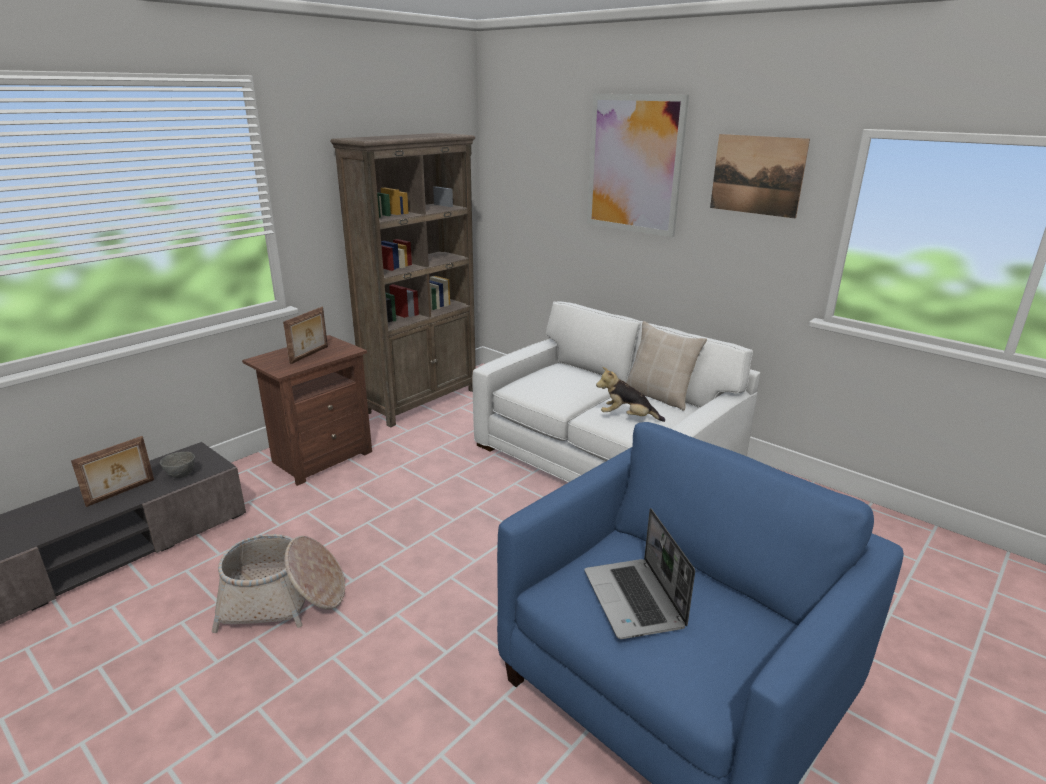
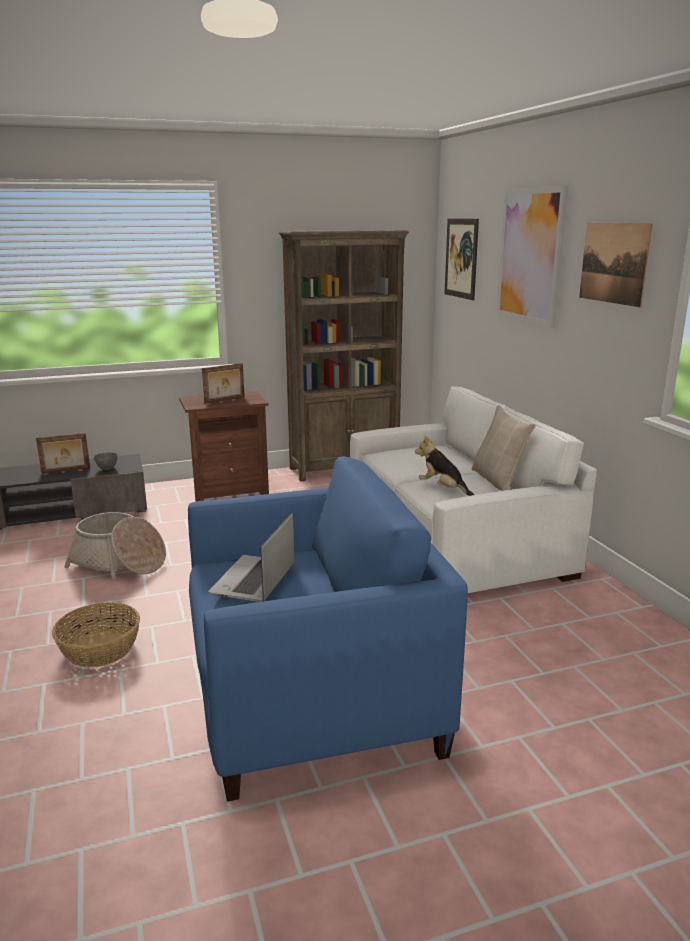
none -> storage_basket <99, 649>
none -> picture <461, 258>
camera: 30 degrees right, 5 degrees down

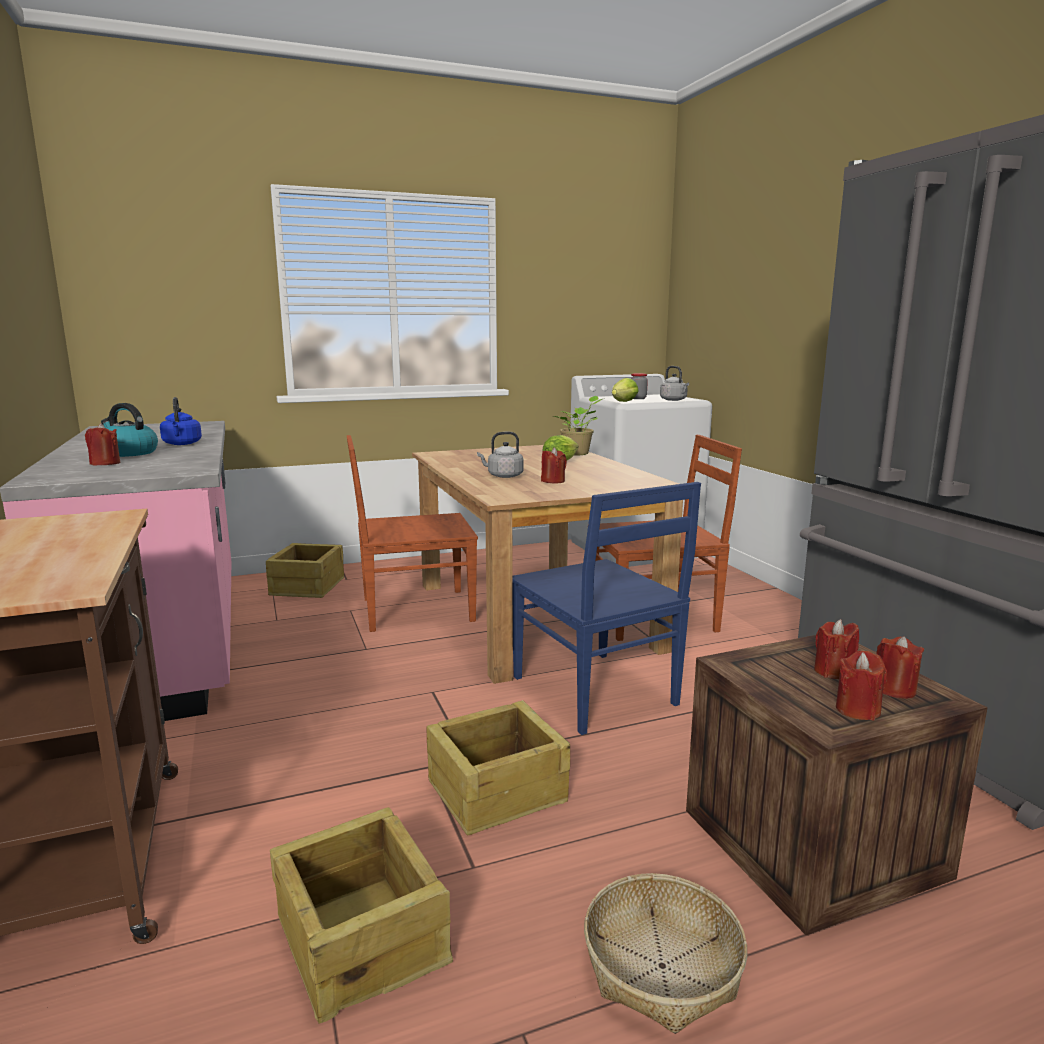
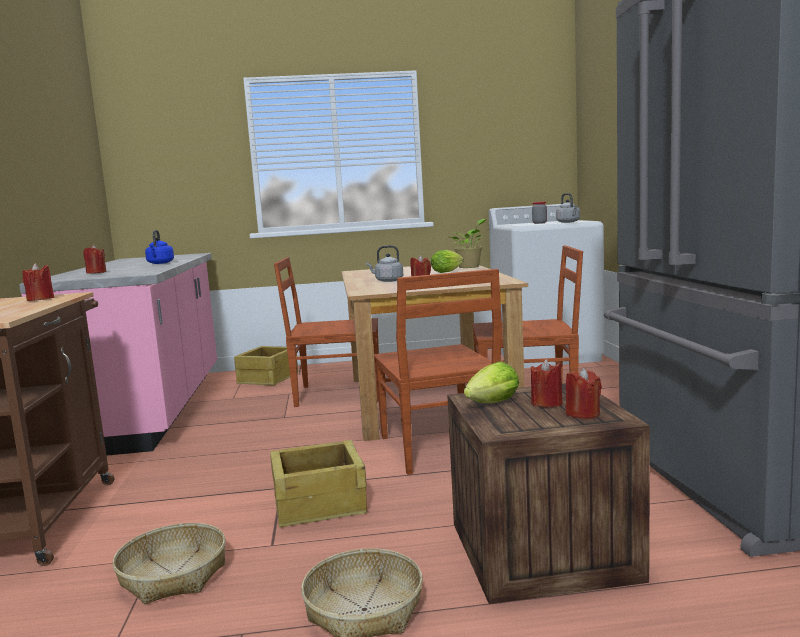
kettle <129, 453> -> none
head_of_lettuce <622, 402> -> head_of_lettuce <490, 404>, relocated
red-coloured_wax_candle <857, 710> -> red-coloured_wax_candle <40, 299>, relocated
crate <362, 937> -> storage_basket <174, 575>
blue_plain_chair <595, 692> -> brown-coloured_plain_chair <439, 449>
camera: 15 degrees right, 5 degrees down

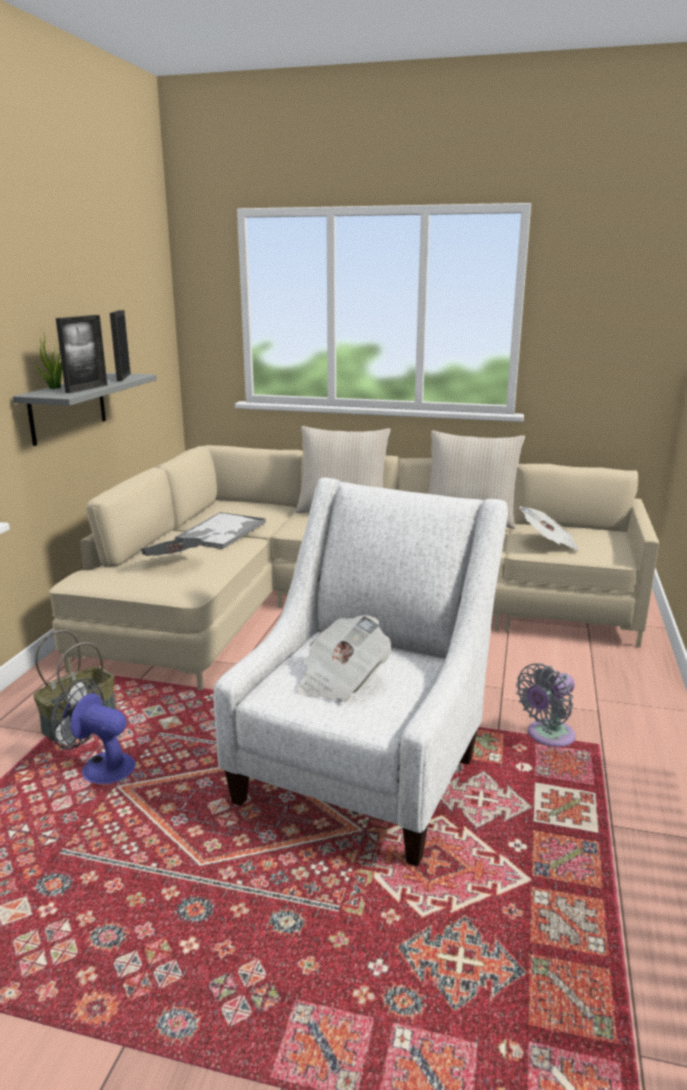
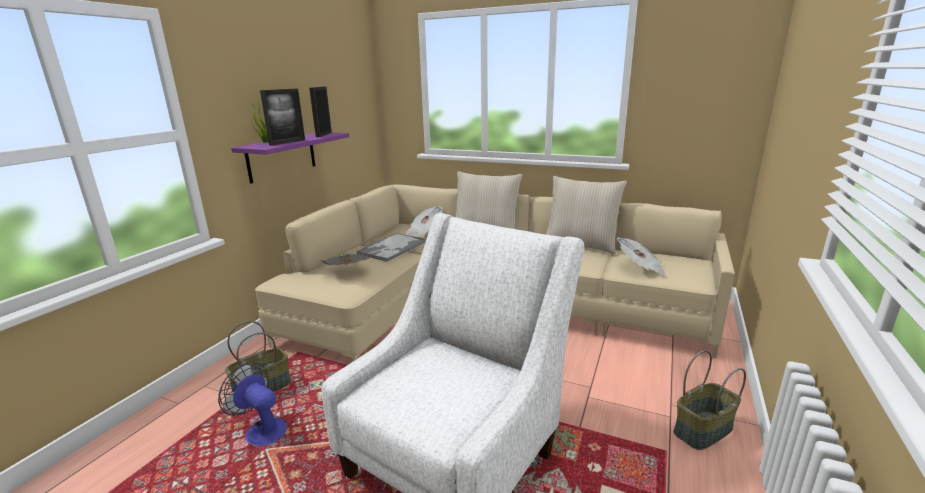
gray_fan <547, 736> -> none
none -> storage_basket <703, 431>
daily_paper <341, 680> -> daily_paper <424, 232>, relocated
gray_wall_shelf <68, 408> -> purplish_wall_shelf <282, 156>
camera: 10 degrees right, 0 degrees up

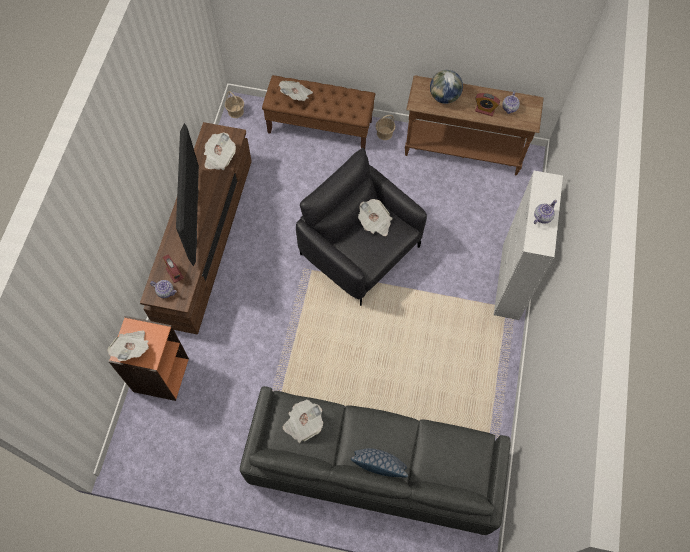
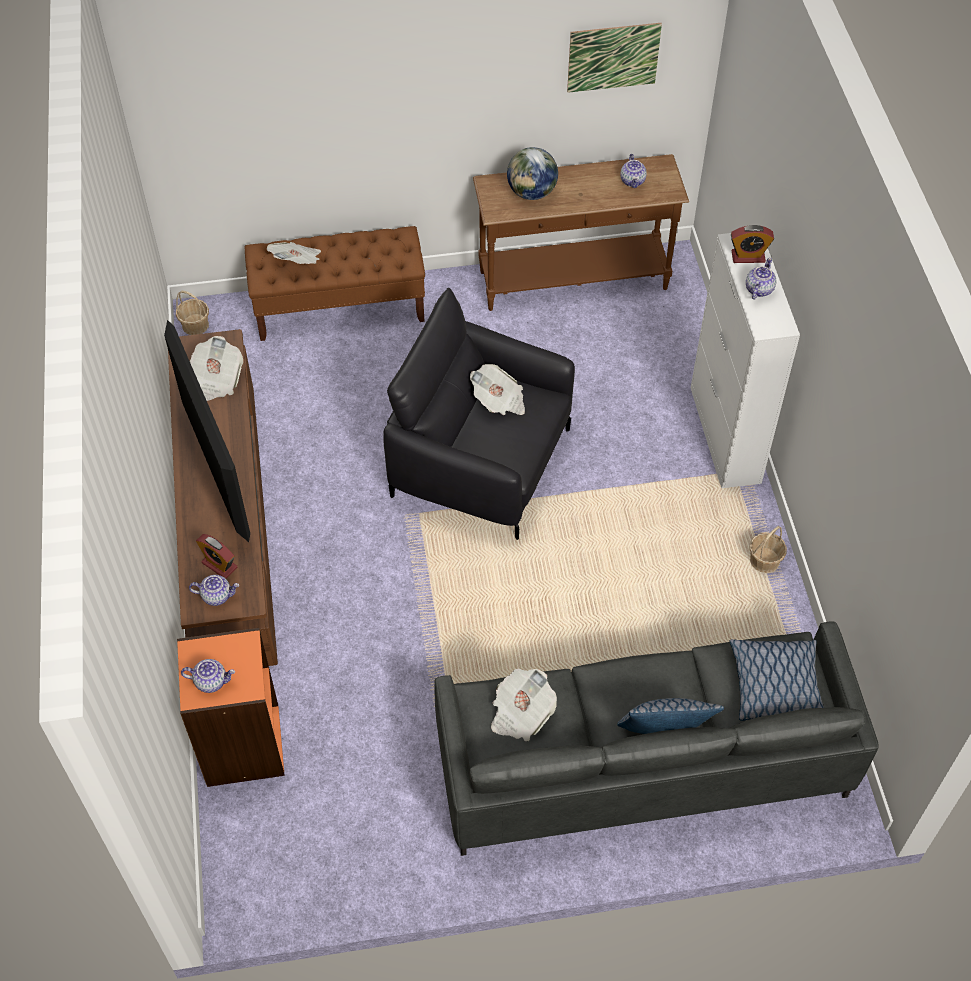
none -> picture <613, 57>
none -> pillow <776, 686>
storage_basket <384, 133> -> storage_basket <764, 560>, relocated
alarm_clock <485, 110> -> alarm_clock <748, 257>, relocated
daily_paper <132, 348> -> pot_for_tea <211, 681>
camera: 20 degrees left, 10 degrees down

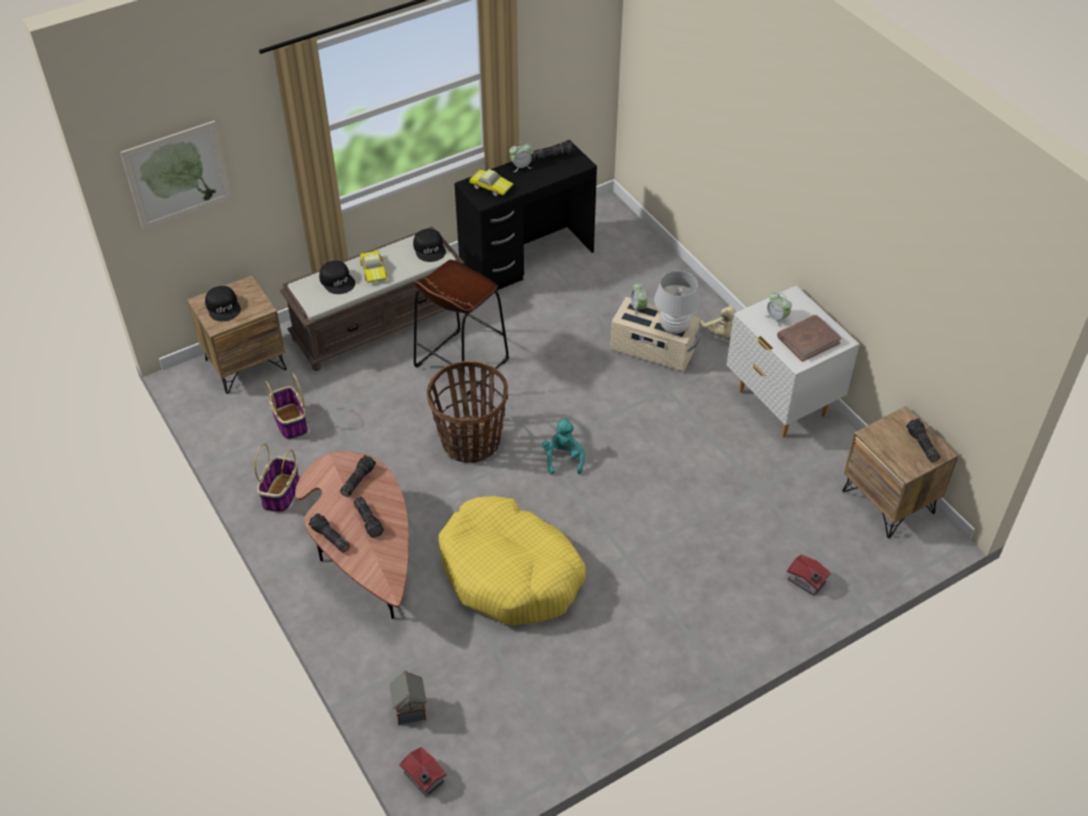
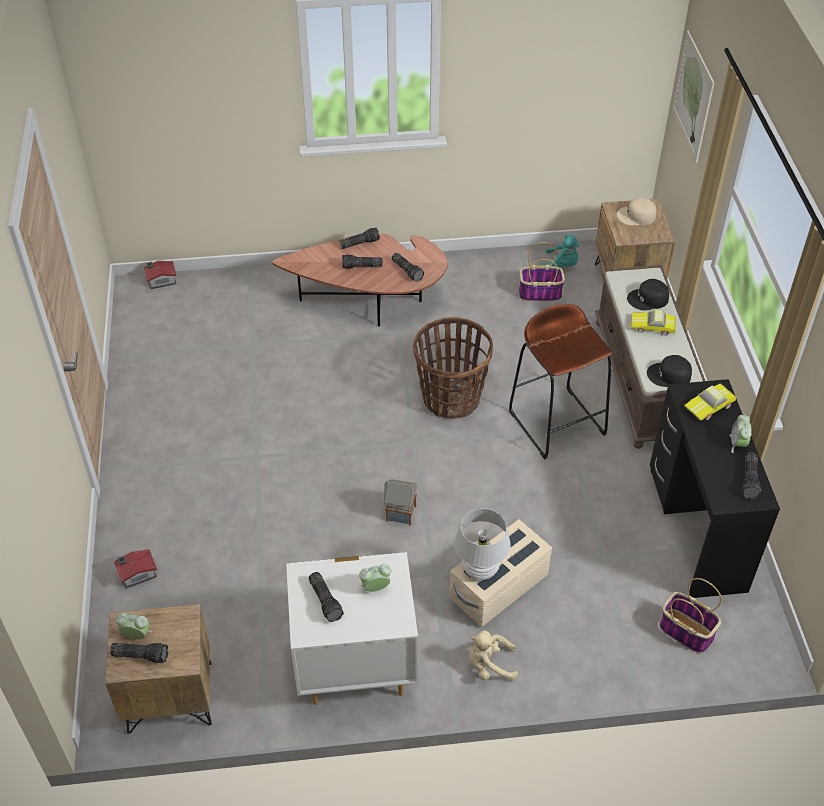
yellow_dog_cushion <510, 573> -> none
storage_basket <281, 494> -> storage_basket <685, 631>, relocated
toy_house <410, 711> -> toy_house <400, 513>, relocated
turquoise_plush_toy <563, 458> -> turquoise_plush_toy <561, 265>, relocated
alarm_clock <638, 308> -> alarm_clock <137, 635>, relocated
brown-coloured_book <808, 340> -> flashlight <326, 600>
black-coloured_baseball_cap <224, 307> -> beige_baseball_cap <636, 216>
camera: 115 degrees right, 0 degrees up

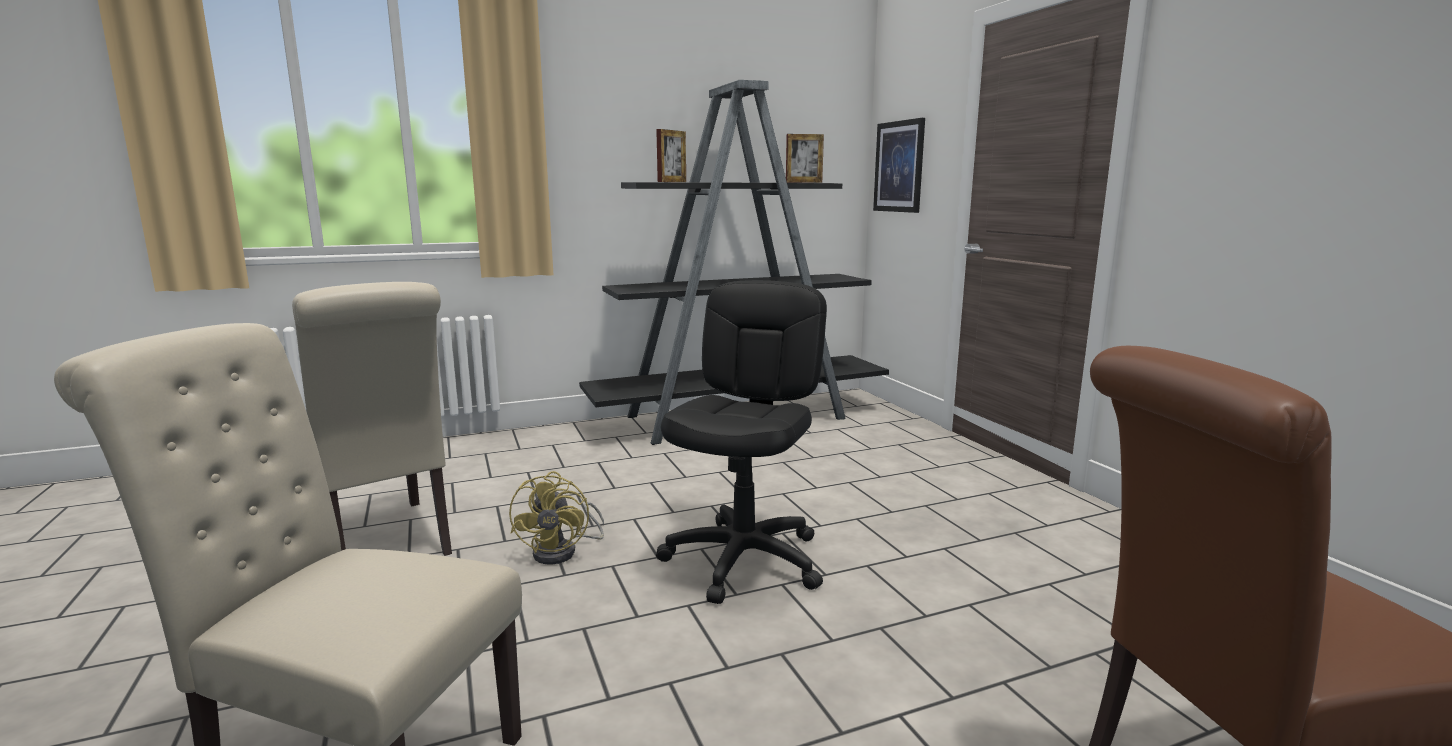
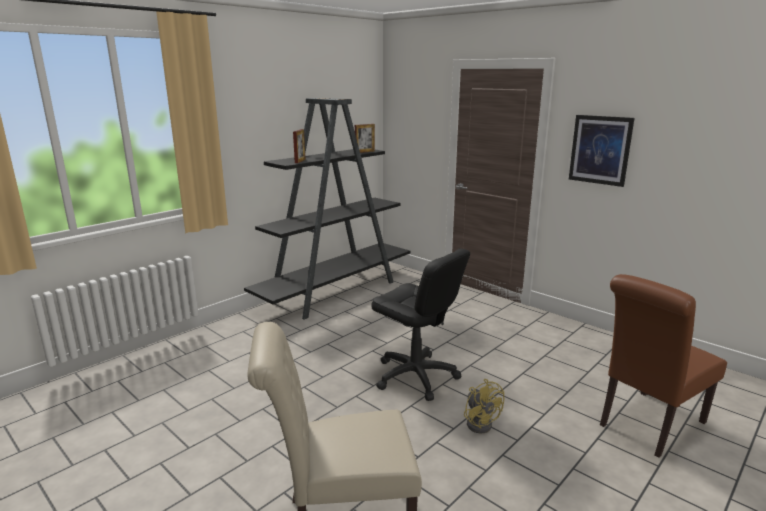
beige_plain_chair <384, 544> -> none
yellow_fan <563, 551> -> yellow_fan <480, 422>, relocated
picture <899, 167> -> picture <600, 150>, relocated
black-coloured_desk_chair <744, 560> -> black-coloured_desk_chair <415, 376>, 135 degrees clockwise
camera: 25 degrees left, 5 degrees up

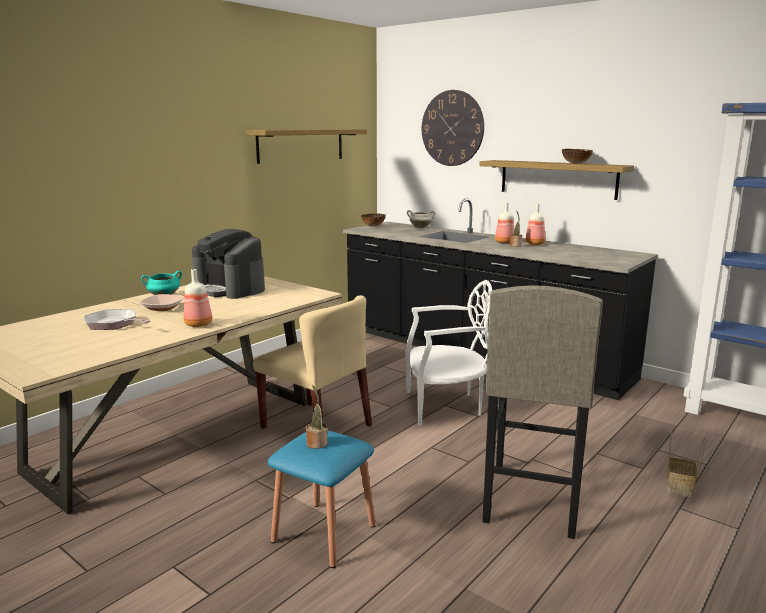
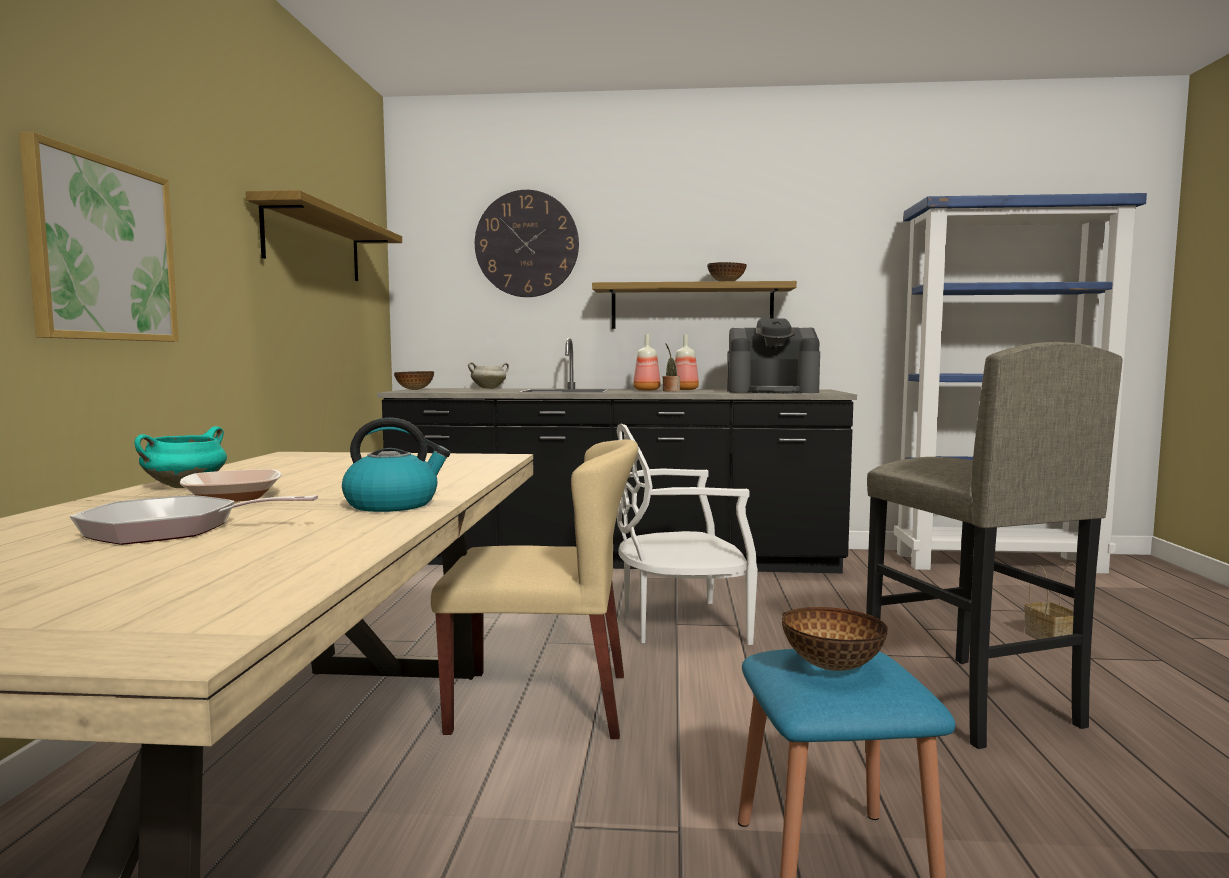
none -> picture <102, 250>
coffee_machine <230, 289> -> coffee_machine <772, 391>, relocated
beverage_bottle <198, 324> -> kettle <393, 504>
plant_in_a_pot <316, 442> -> bowl <833, 666>
white-coloured_plain_chair <445, 406> -> white-coloured_plain_chair <679, 625>, 150 degrees counterclockwise
camera: 35 degrees left, 10 degrees down

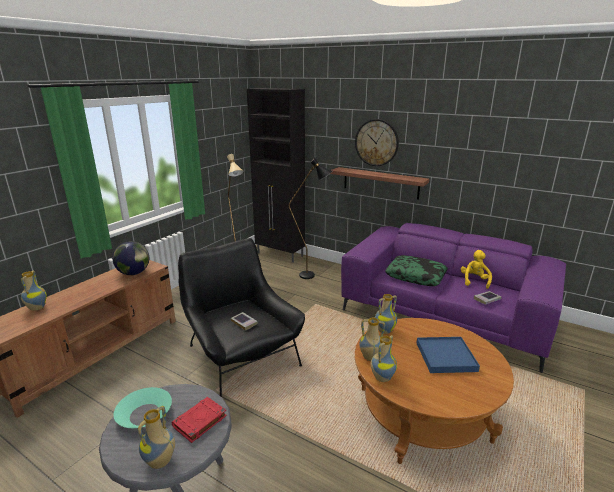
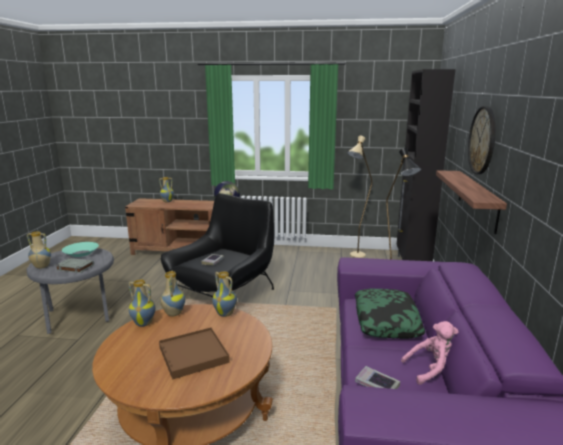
red-coloured_book <199, 422> -> gray_book <74, 267>
blue_carrying_tray <446, 356> -> brown-coloured_carrying_tray <193, 355>
yellow_plush_toy <474, 281> -> pink-coloured_plush_toy <431, 370>
camera: 65 degrees right, 5 degrees down

